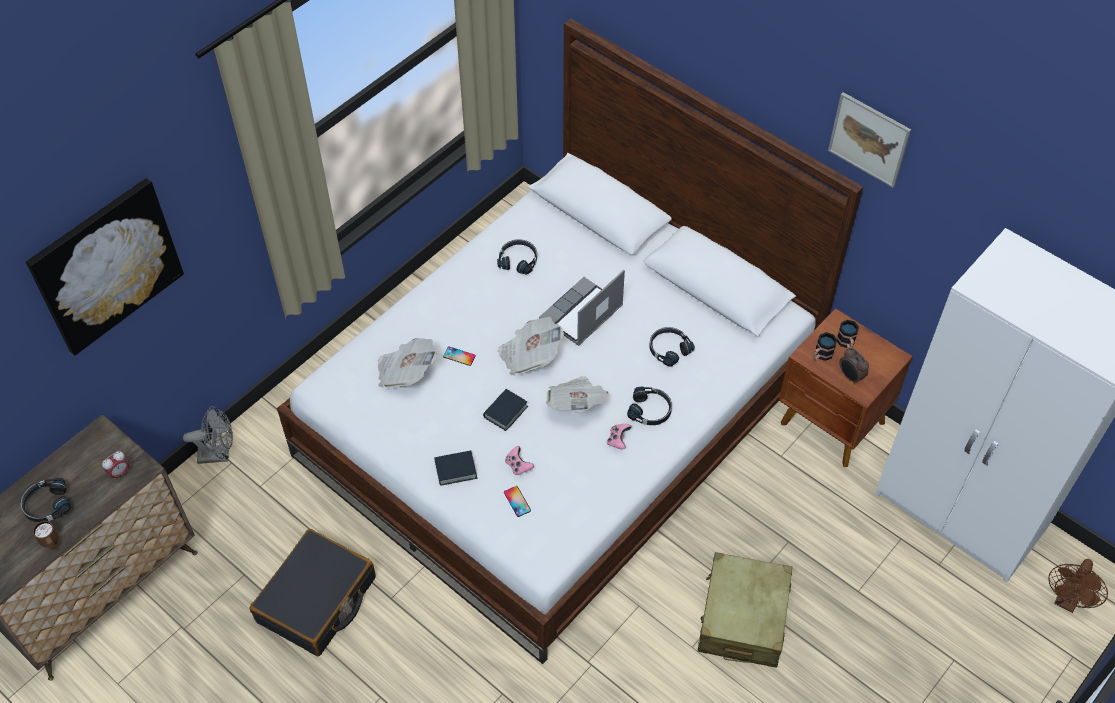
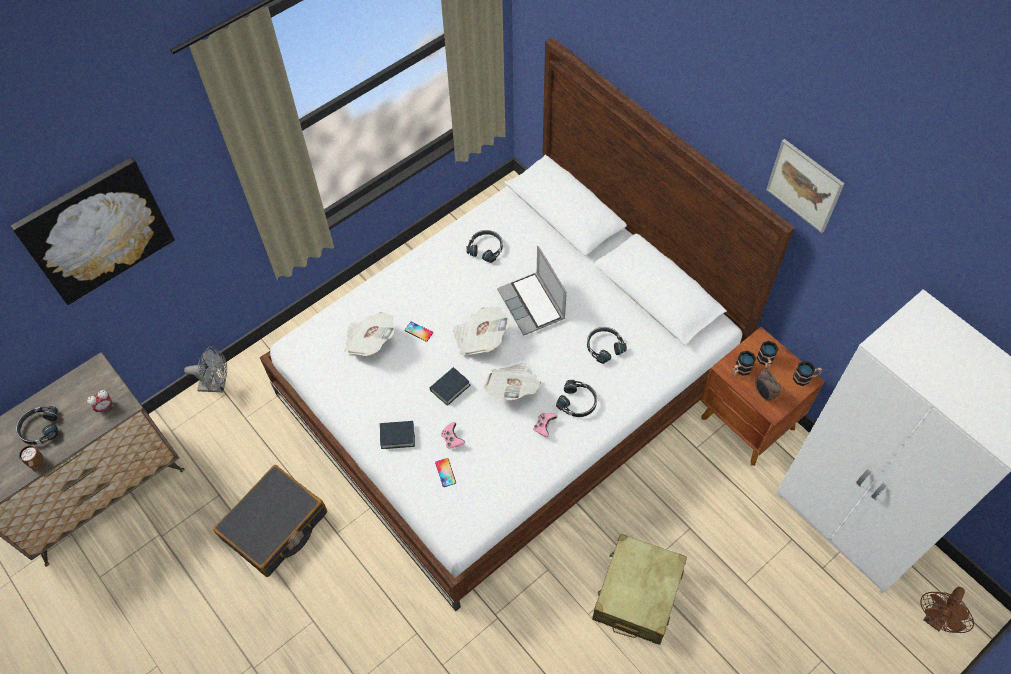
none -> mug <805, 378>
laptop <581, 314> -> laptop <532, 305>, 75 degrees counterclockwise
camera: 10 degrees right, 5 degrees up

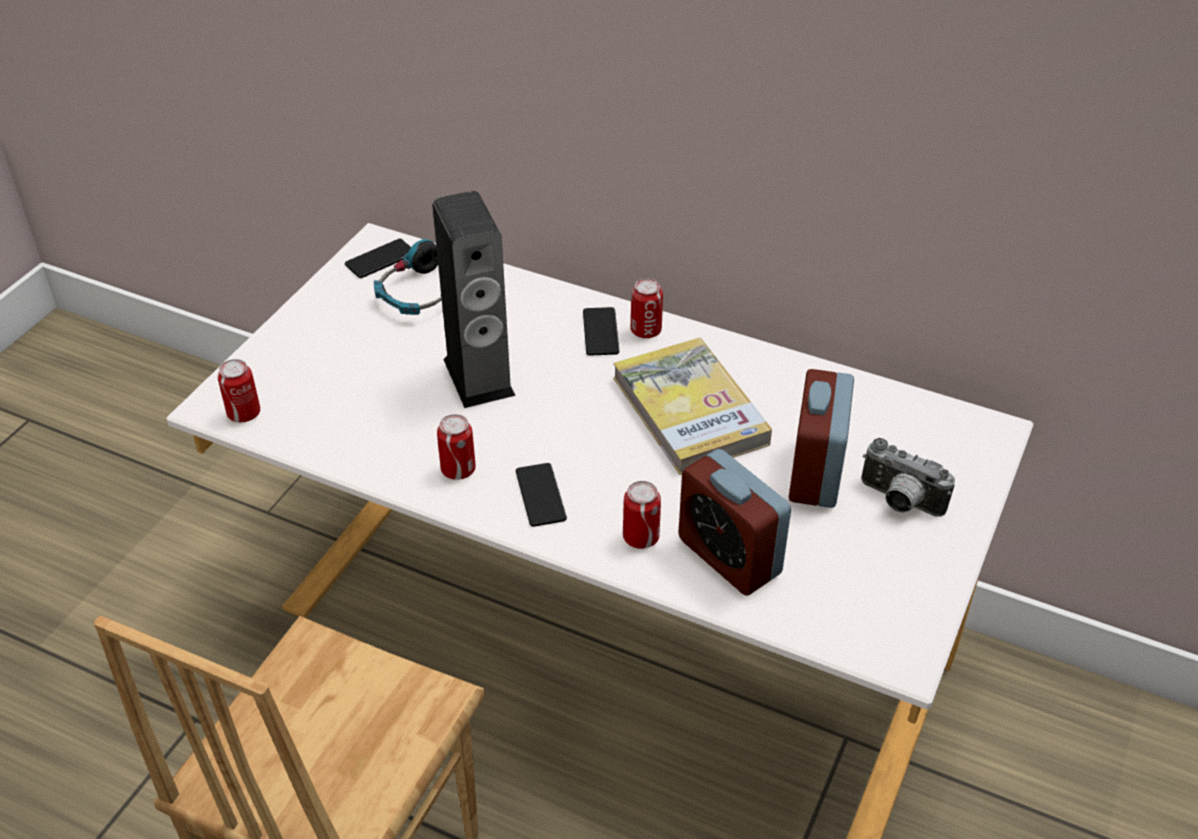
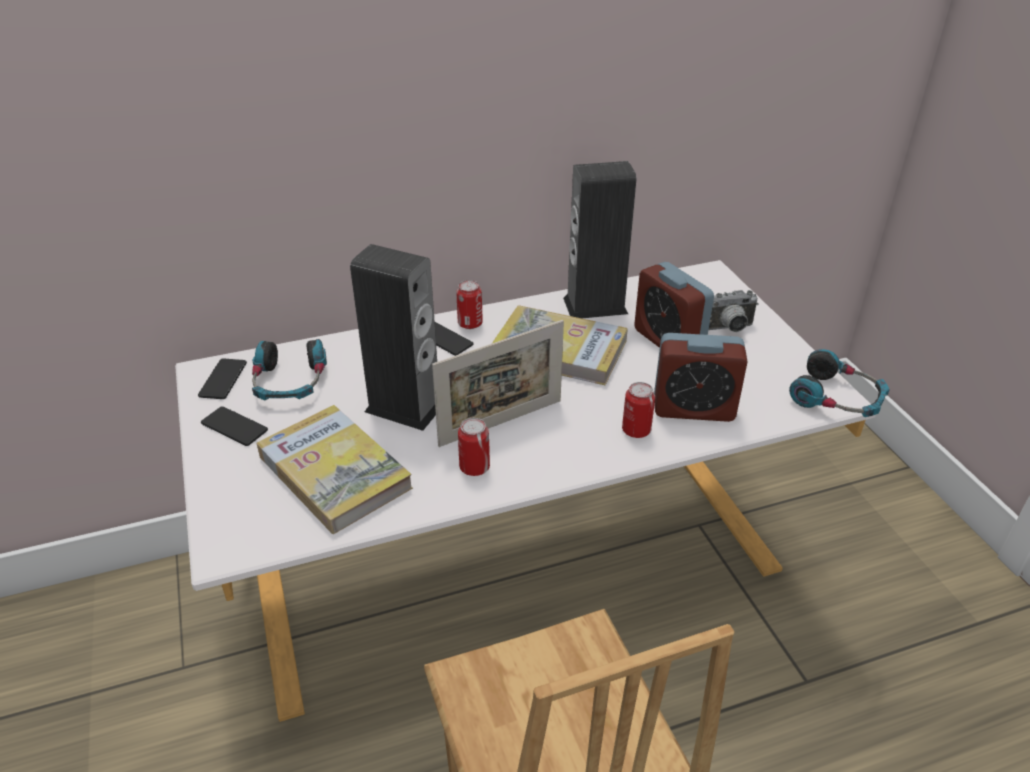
can <244, 413> -> none
none -> book <334, 472>
none -> photo_frame <501, 423>
none -> audio_speaker <595, 306>
none -> headset <837, 398>
phone <540, 495> -> phone <234, 427>, relocated
camera: 45 degrees left, 5 degrees down

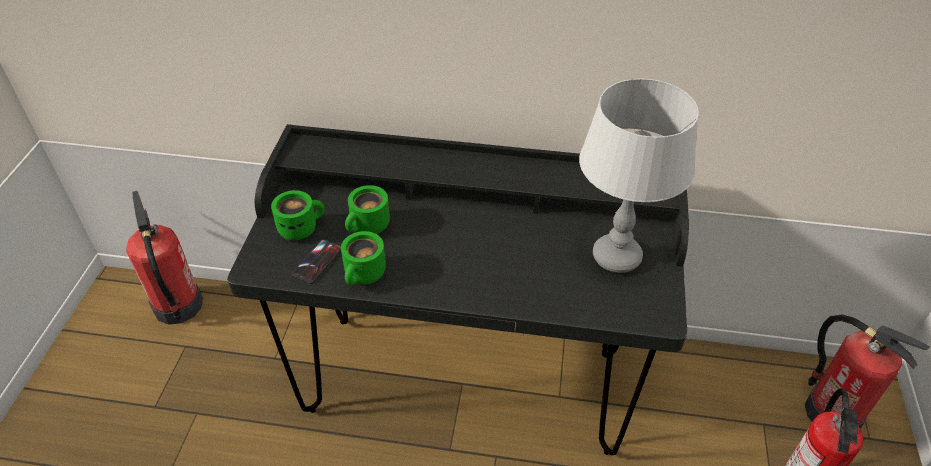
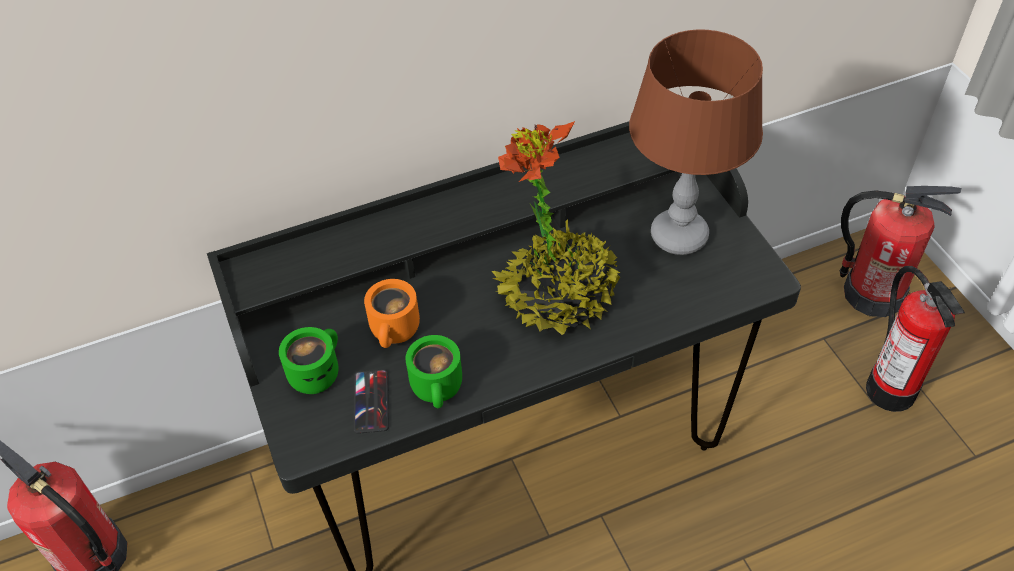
none -> plant_in_a_pot <558, 294>
green-coloured_mug <369, 227> -> orange-coloured_mug <396, 331>
gray_tabletop_lamp <616, 256> -> brown-coloured_tabletop_lamp <678, 236>
camera: 30 degrees left, 5 degrees up

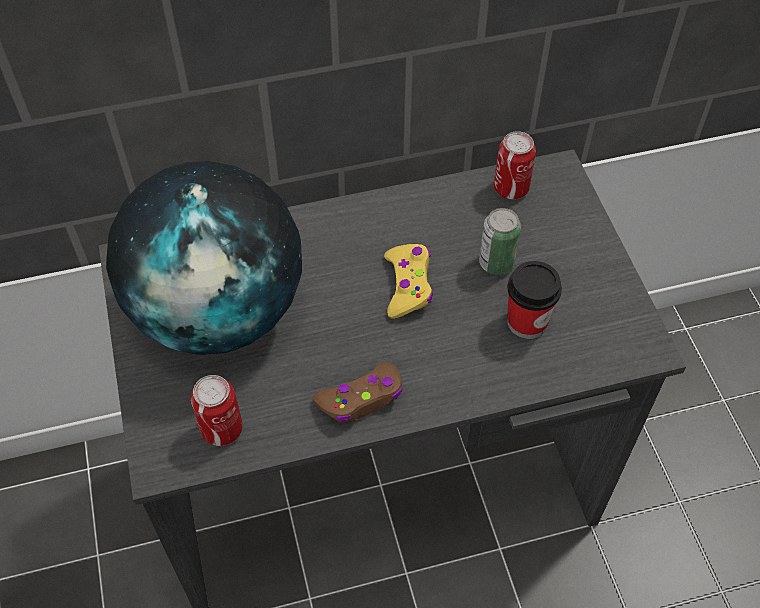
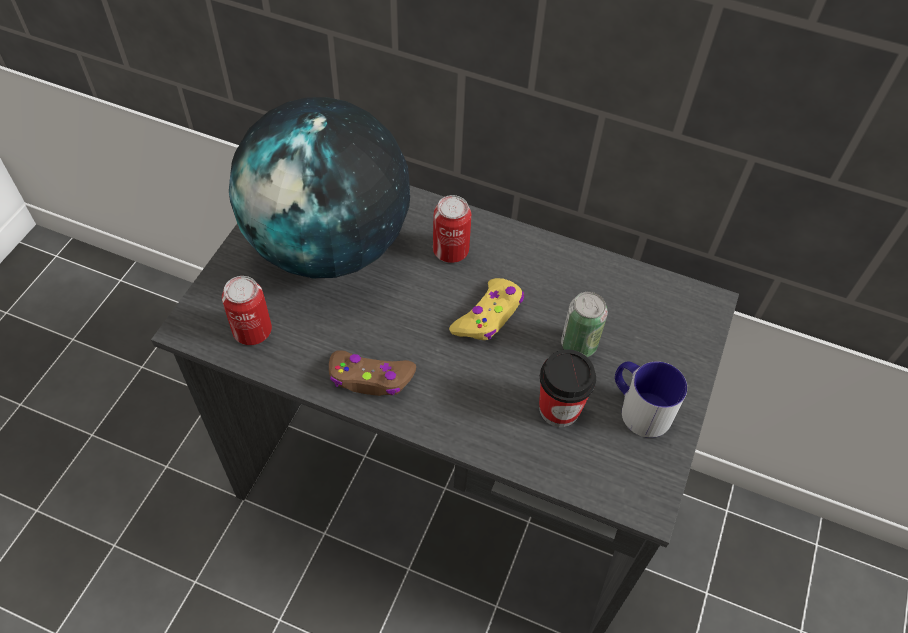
none -> mug <638, 408>
can <511, 188> -> can <450, 251>, relocated
camera: 35 degrees right, 0 degrees up

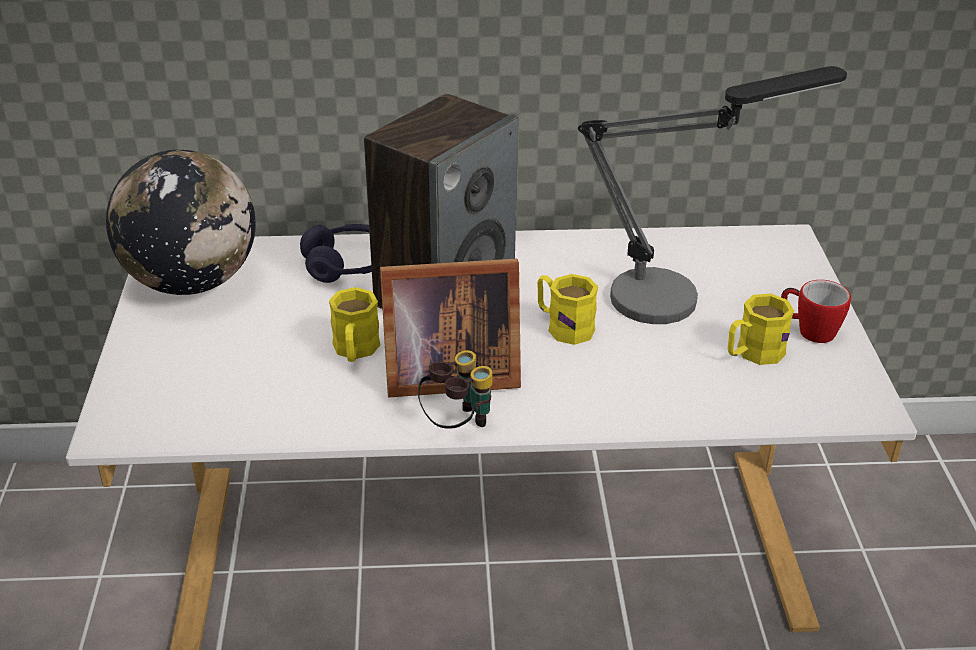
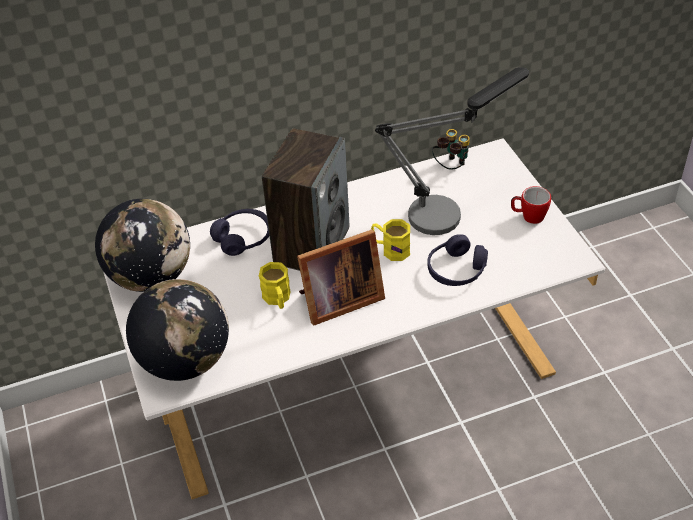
yellow_mug <752, 353> -> none
none -> world_globe <186, 360>
none -> purplish_headset <456, 270>
pair_of_binoculars <457, 424> -> pair_of_binoculars <450, 166>, relocated
camera: 15 degrees left, 10 degrees up

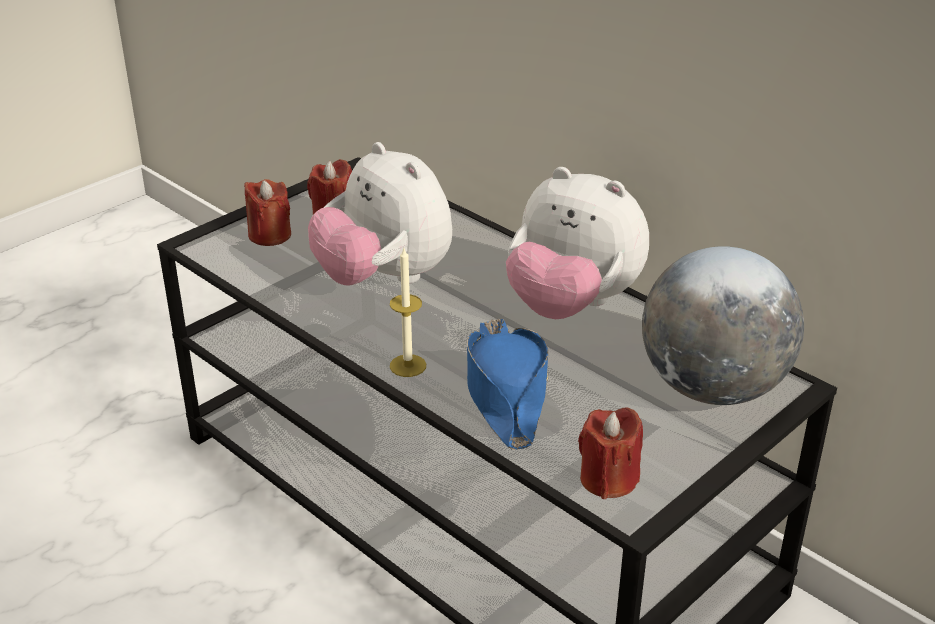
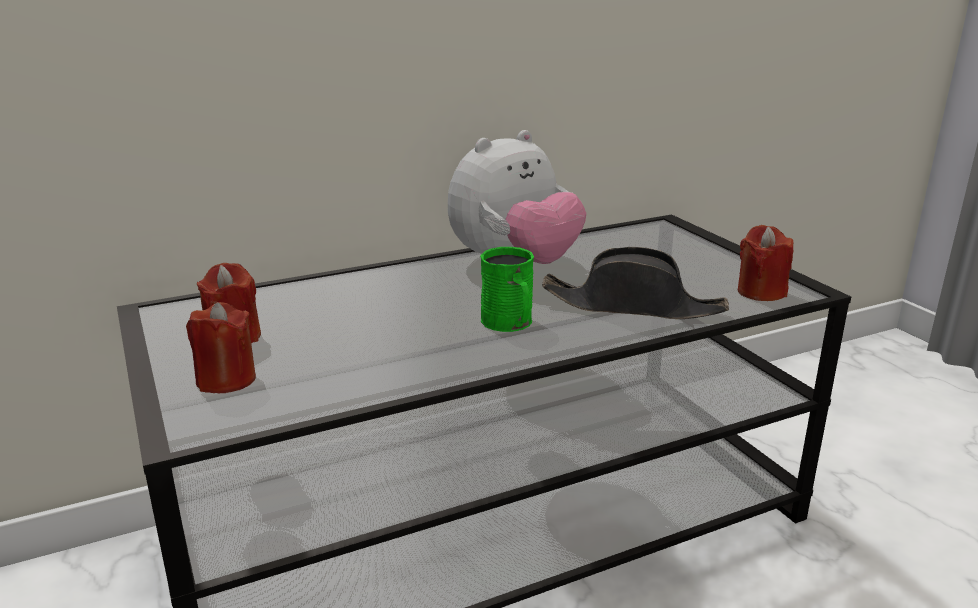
plush_toy <384, 278> -> none
wax_candle <408, 365> -> none
world_globe <712, 388> -> none
none -> green-coloured_mug <510, 323>
blue_hat <505, 393> -> black-coloured_hat <633, 306>
camera: 70 degrees left, 10 degrees down

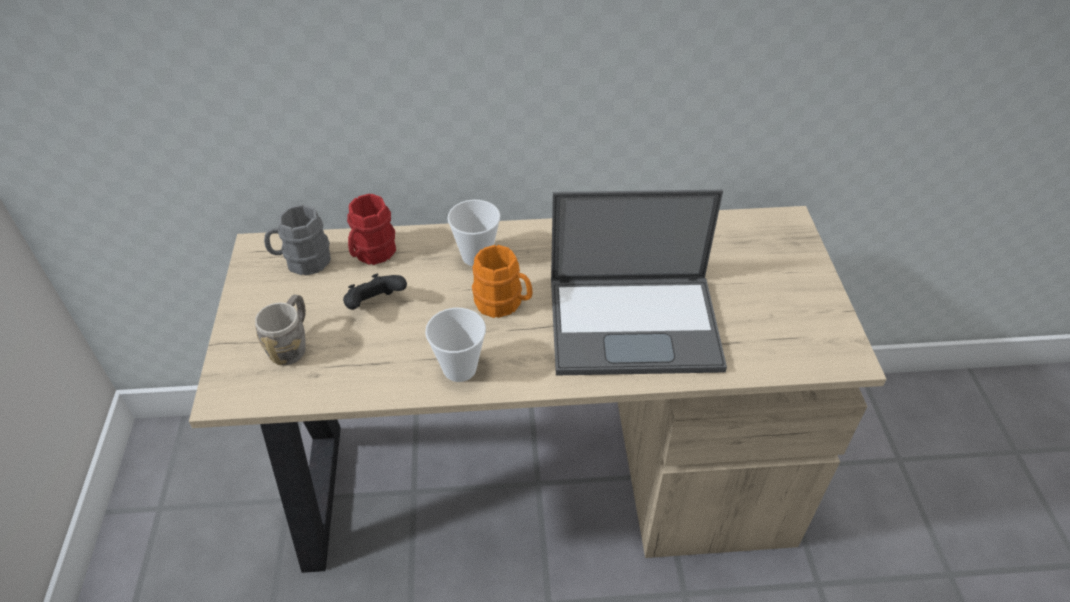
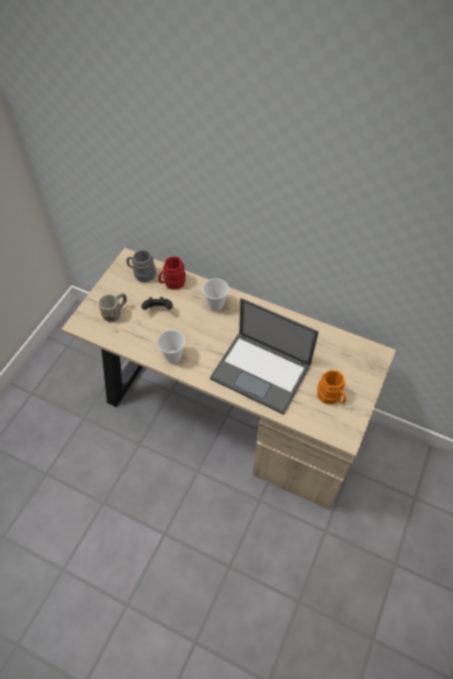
orange-coloured_mug <503, 304> -> orange-coloured_mug <331, 397>, relocated
camera: 30 degrees right, 10 degrees up

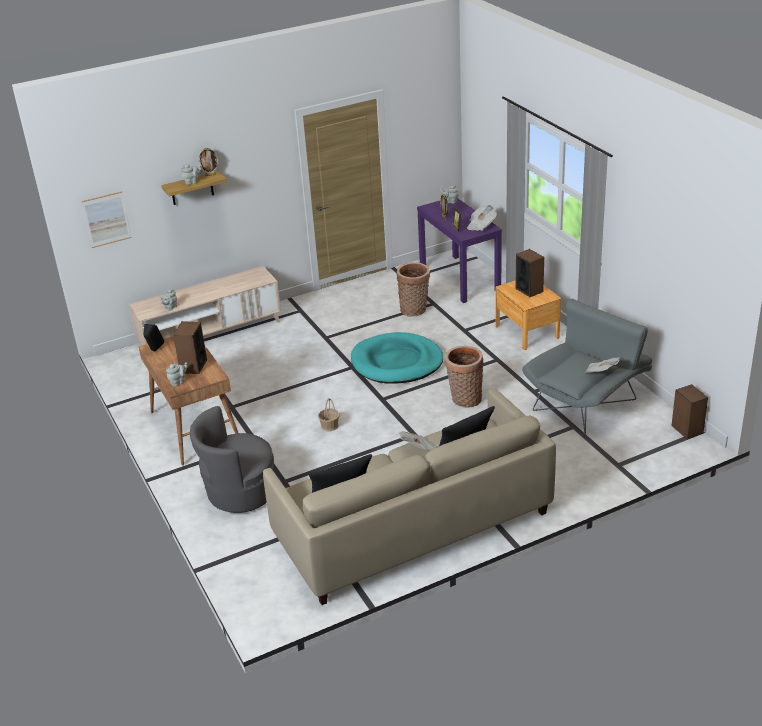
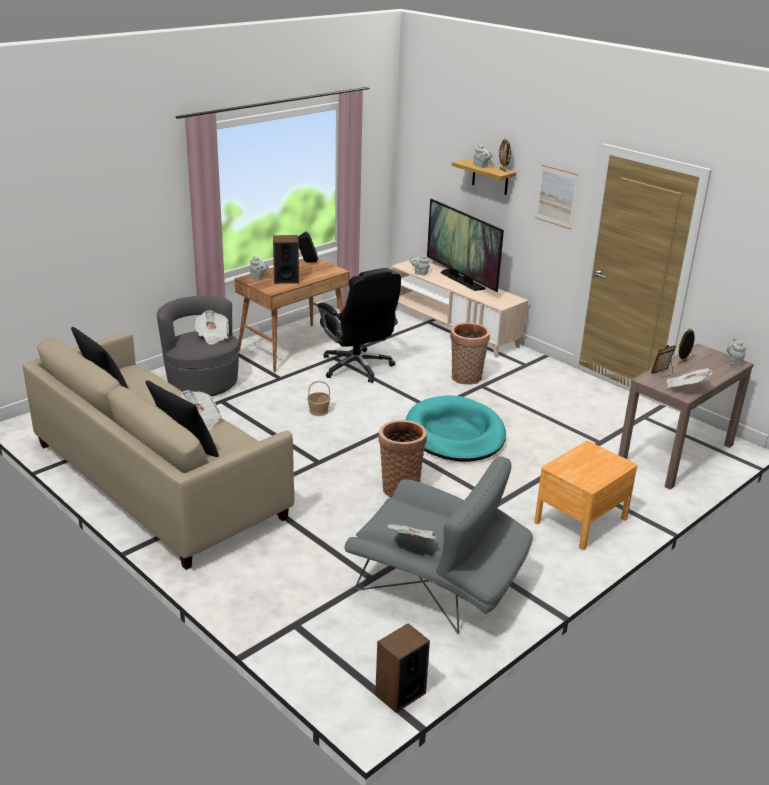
audio_speaker <529, 290> -> none
none -> daily_paper <212, 336>
none -> black-coloured_desk_chair <357, 367>
none -> TV <461, 280>
picture <106, 219> -> picture <556, 196>, relocated
storage_basket <415, 310> -> storage_basket <466, 379>, relocated
purplish_narrow_table <460, 278> -> brown-coloured_narrow_table <676, 454>
camera: 70 degrees right, 5 degrees down

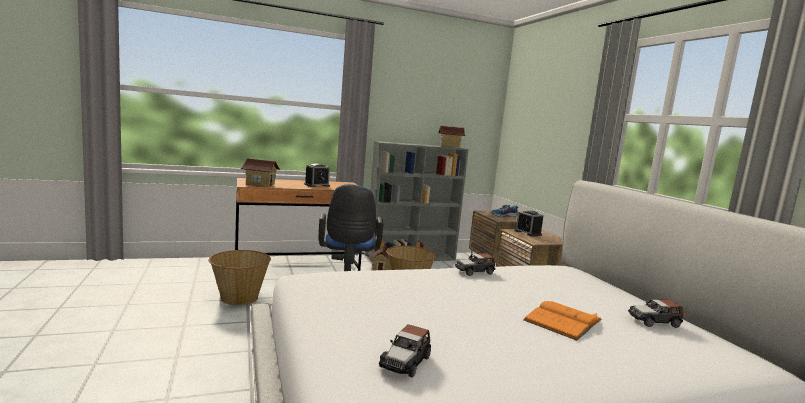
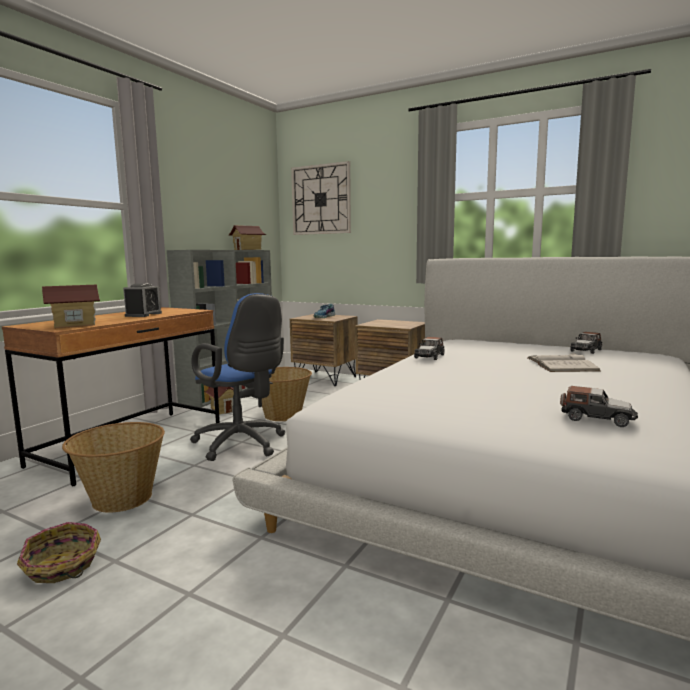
alarm_clock <528, 233> -> none
none -> storage_basket <62, 566>
none -> wall_clock <321, 199>
orange-coloured_book <563, 320> -> white-coloured_book <561, 364>
model_car <405, 362> -> model_car <597, 418>, 45 degrees counterclockwise
camera: 40 degrees left, 0 degrees up

